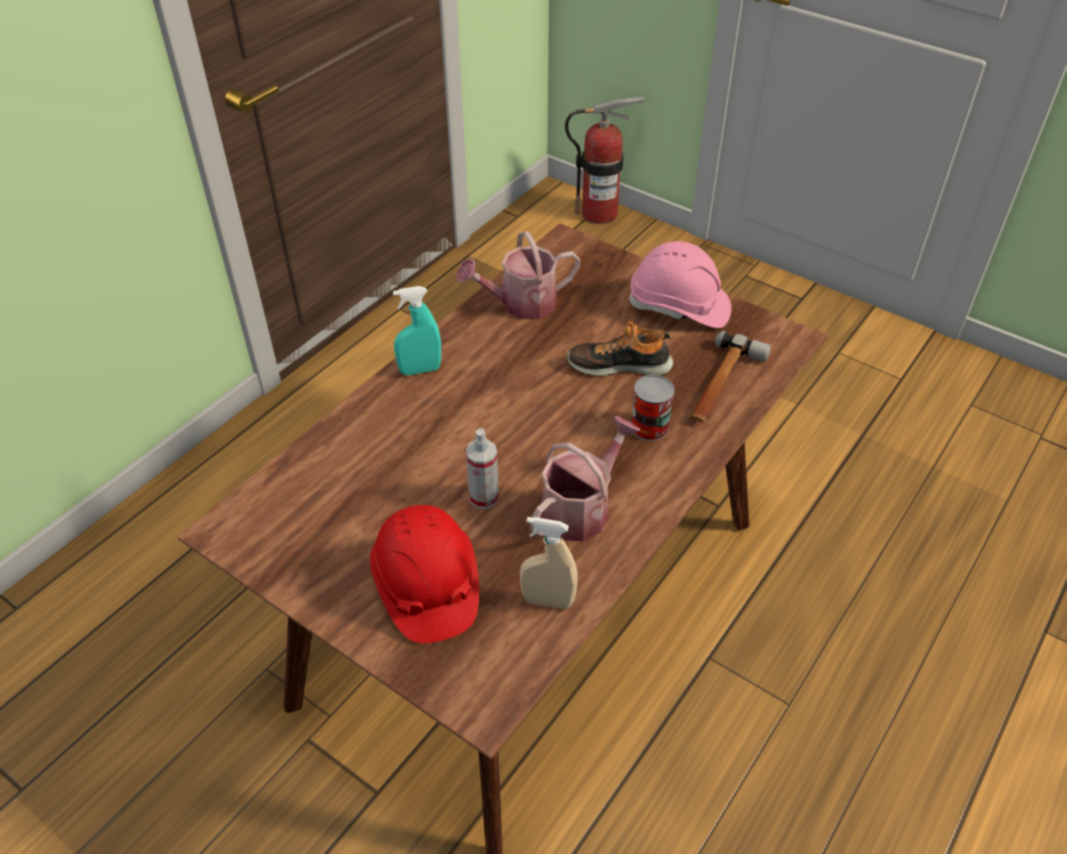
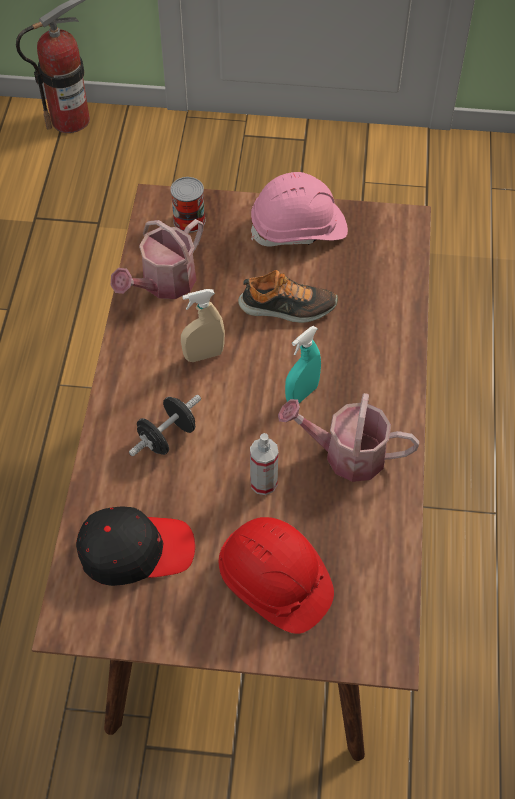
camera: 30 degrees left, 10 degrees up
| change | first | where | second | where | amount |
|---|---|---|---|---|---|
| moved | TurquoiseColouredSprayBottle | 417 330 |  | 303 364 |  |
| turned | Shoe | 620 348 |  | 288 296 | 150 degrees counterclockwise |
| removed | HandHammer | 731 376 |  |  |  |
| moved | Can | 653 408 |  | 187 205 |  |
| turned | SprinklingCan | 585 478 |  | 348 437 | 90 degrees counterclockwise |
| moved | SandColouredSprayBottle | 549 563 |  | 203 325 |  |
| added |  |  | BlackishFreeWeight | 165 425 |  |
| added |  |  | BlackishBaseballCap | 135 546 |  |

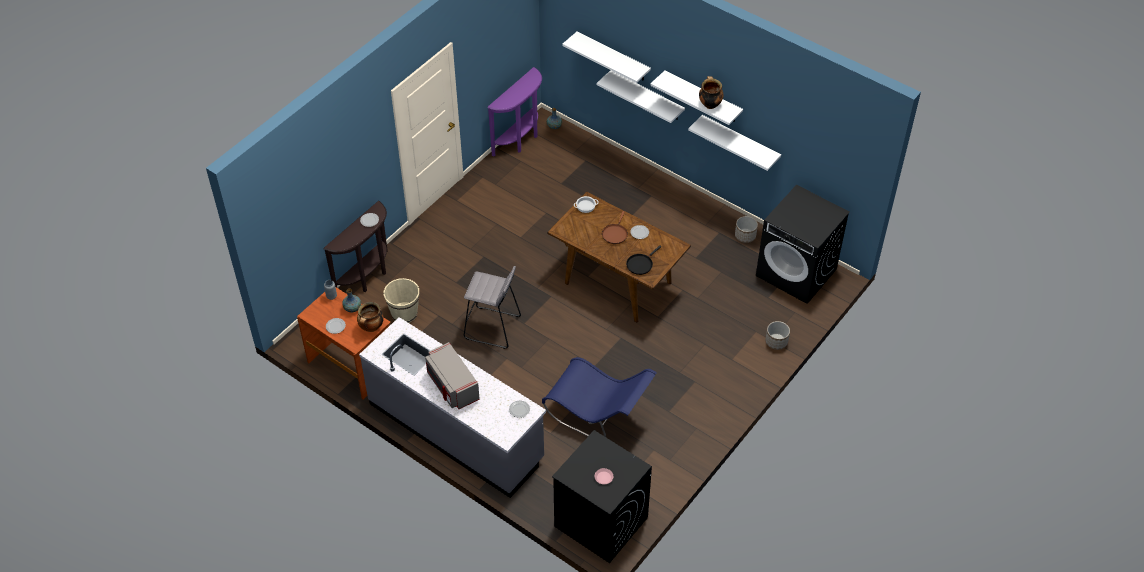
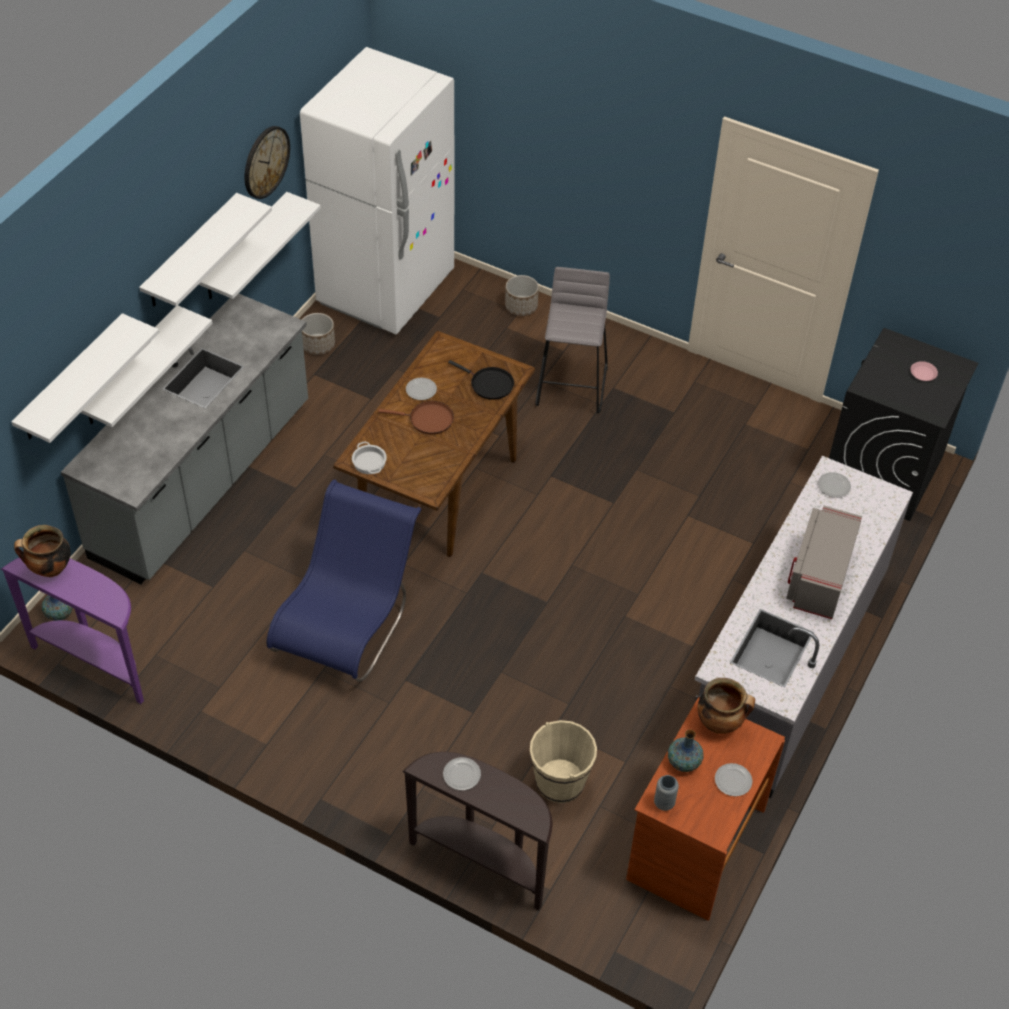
camera: 100 degrees left, 0 degrees up
| change | first | where | second | where | amount |
|---|---|---|---|---|---|
| moved | Stockpot | 711 92 |  | 42 551 |  |
| replaced | BlackishLaundryAppliance | 803 244 | WhiteColouredRefrigerator | 377 190 |  |
| moved | GreyishStool | 492 307 |  | 573 340 |  |
| turned | GreyishMicrowaveOven | 452 375 |  | 824 562 | 150 degrees clockwise |
| moved | BlueColouredChair | 599 397 |  | 343 580 |  |
| added |  |  | WallClock | 267 162 |  |
| added |  |  | GreyishKitchenCounter | 184 438 |  |

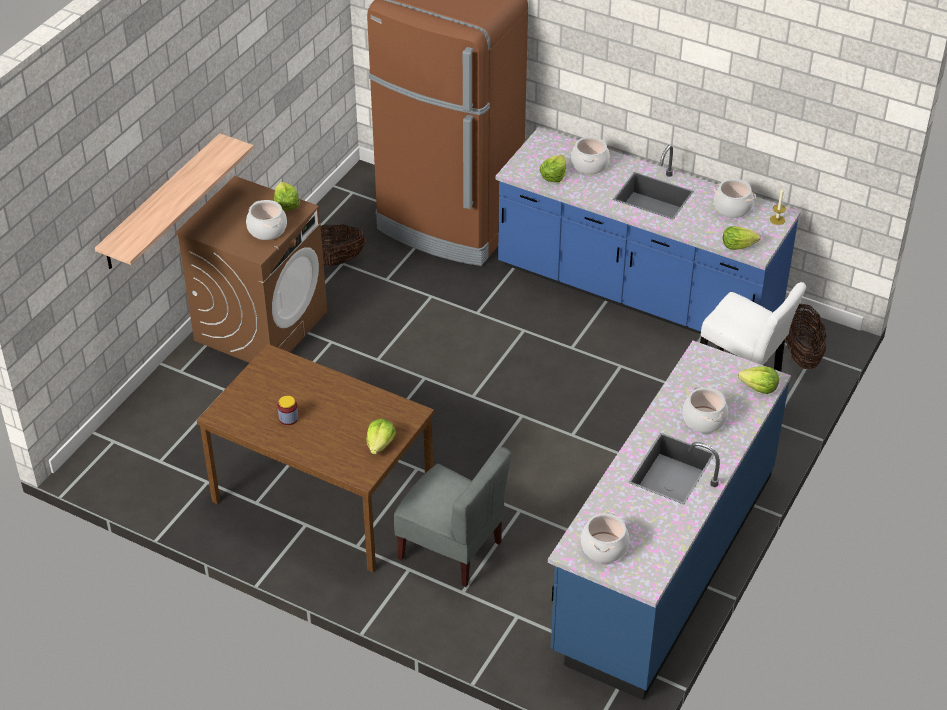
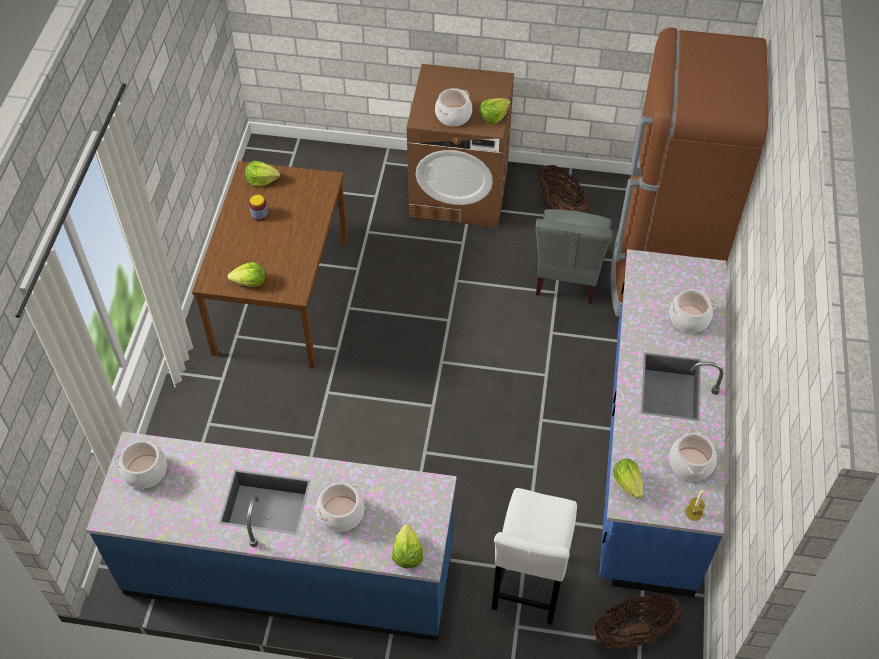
camera: 70 degrees right, 10 degrees up
| change | first | where | second | where | amount |
|---|---|---|---|---|---|
| removed | WallShelf | 174 201 |  |  |  |
| moved | LettuceHead | 553 168 |  | 262 173 |  |
| moved | GreyishChair | 452 517 |  | 574 256 |  |

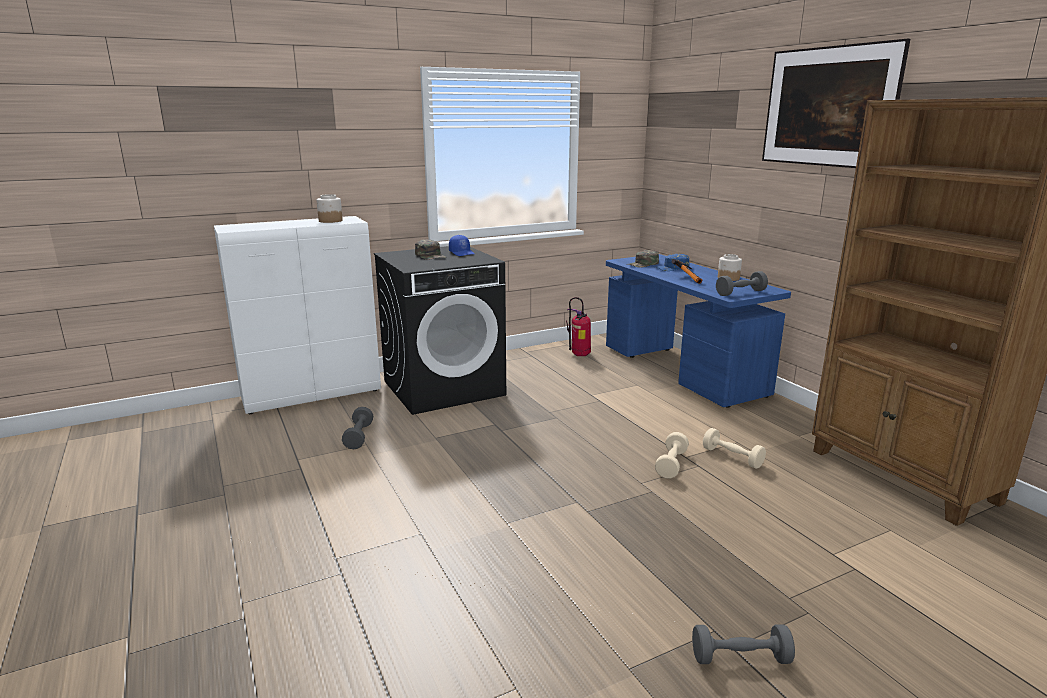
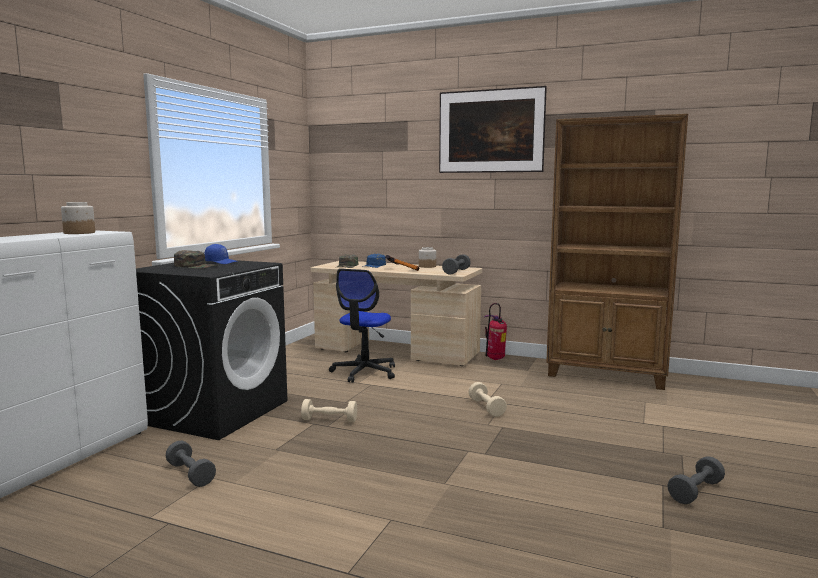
camera: 40 degrees left, 10 degrees down
| change | first | where | second | where | amount |
|---|---|---|---|---|---|
| recoloured | BlueColouredDeskTable | 698 331 | SandColouredDeskTable | 396 313 |  |
| moved | FireExtinguisher | 578 326 |  | 495 331 |  |
| moved | SandColouredFreeWeight | 734 448 |  | 329 410 |  |
| added |  |  | ComputerChair | 362 326 |  |

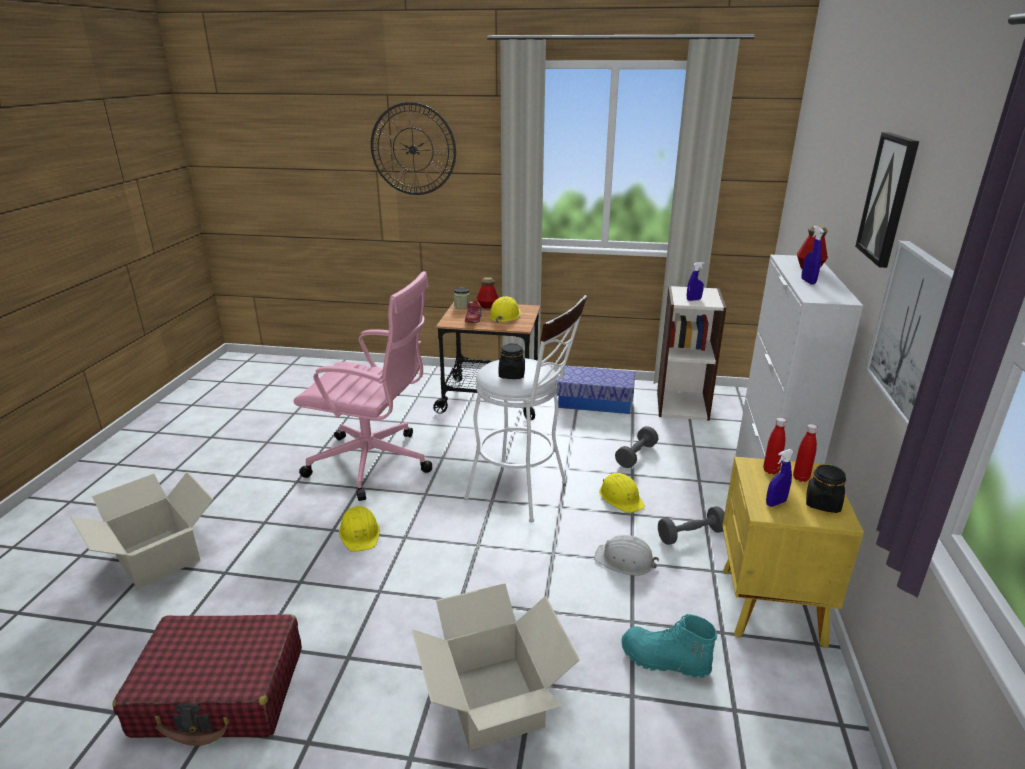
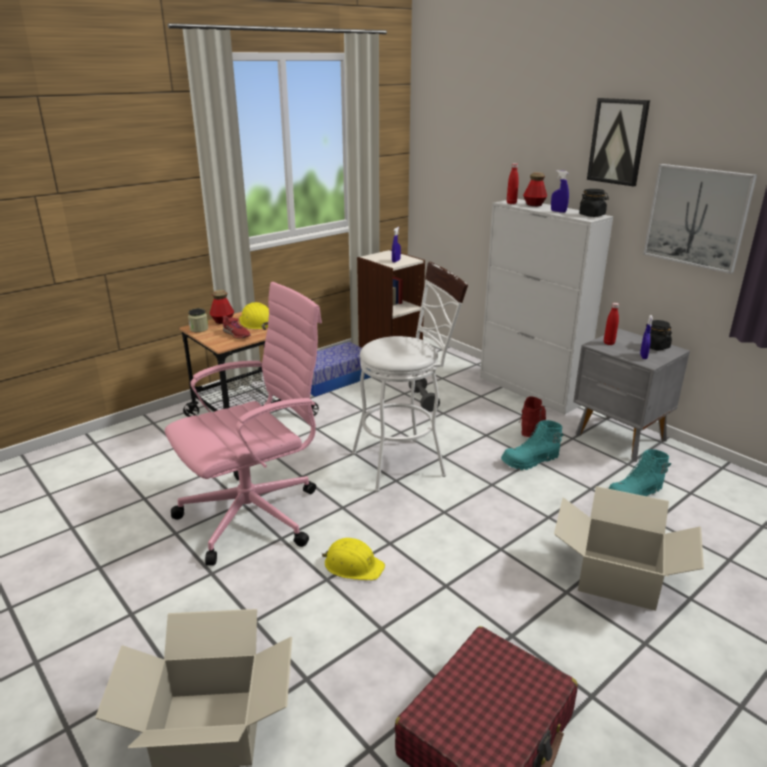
camera: 50 degrees left, 0 degrees up
| change | first | where | second | where | amount |
|---|---|---|---|---|---|
| removed | WallClock | 413 148 |  |  |  |
| moved | BlackishStorageJar | 512 361 |  | 594 203 |  |
| moved | ReddishBeverageBottle | 805 453 |  | 513 183 |  |
| recoloured | YellowishBedsideTable | 793 553 | GreyishBedsideTable | 631 395 |  |
| removed | YellowishWorkHelmet | 622 493 |  |  |  |
| replaced | GreyishFreeWeight | 691 525 | ReddishTallBoot | 532 416 |  |
| replaced | WhiteColouredWorkHelmet | 626 555 | TurquoiseColouredTallBoot | 532 445 |  |

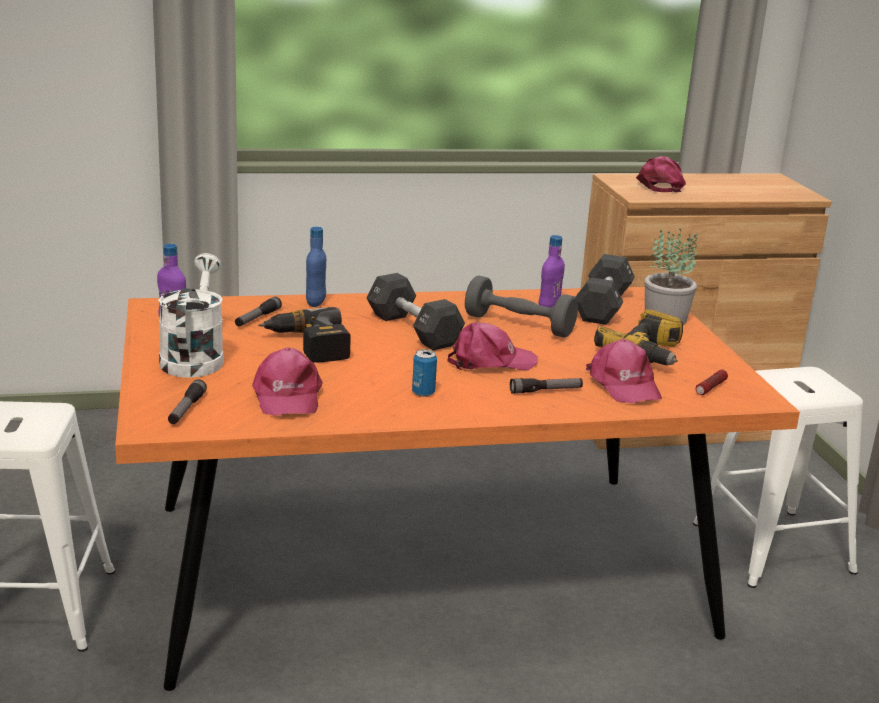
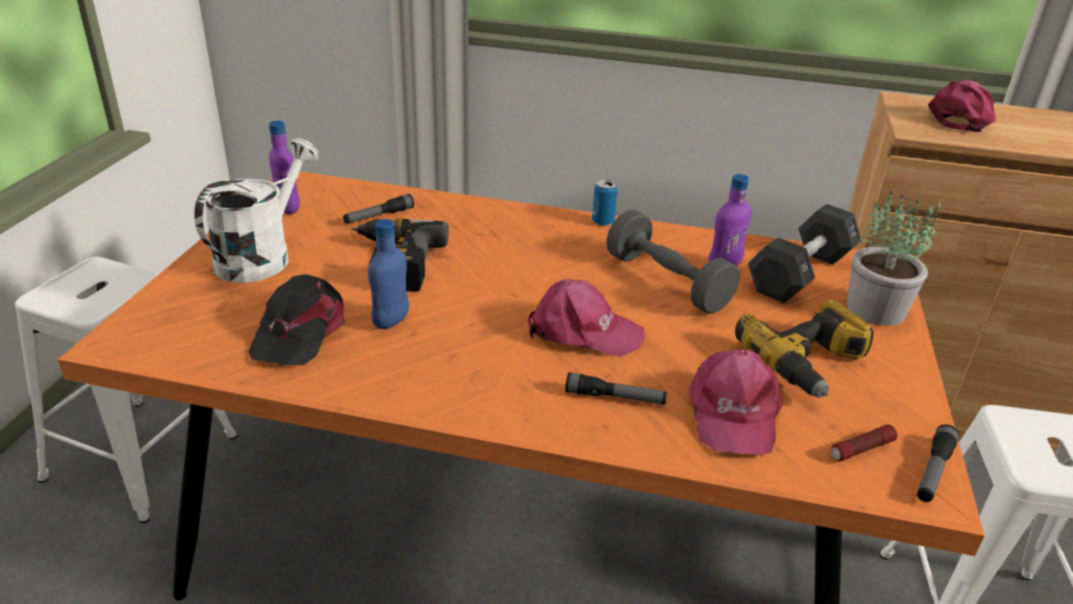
camera: 25 degrees right, 10 degrees up
| change | first | where | second | where | amount |
|---|---|---|---|---|---|
| moved | BlueColouredBeverageBottle | 316 267 |  | 388 274 |  |
| removed | BlackishFreeWeight | 416 311 |  |  |  |
| recoloured | PinkishBaseballCap | 287 381 | BlackishBaseballCap | 297 319 |  |
| moved | Can | 424 373 |  | 605 202 |  |
| moved | Torch | 187 401 |  | 938 463 |  |

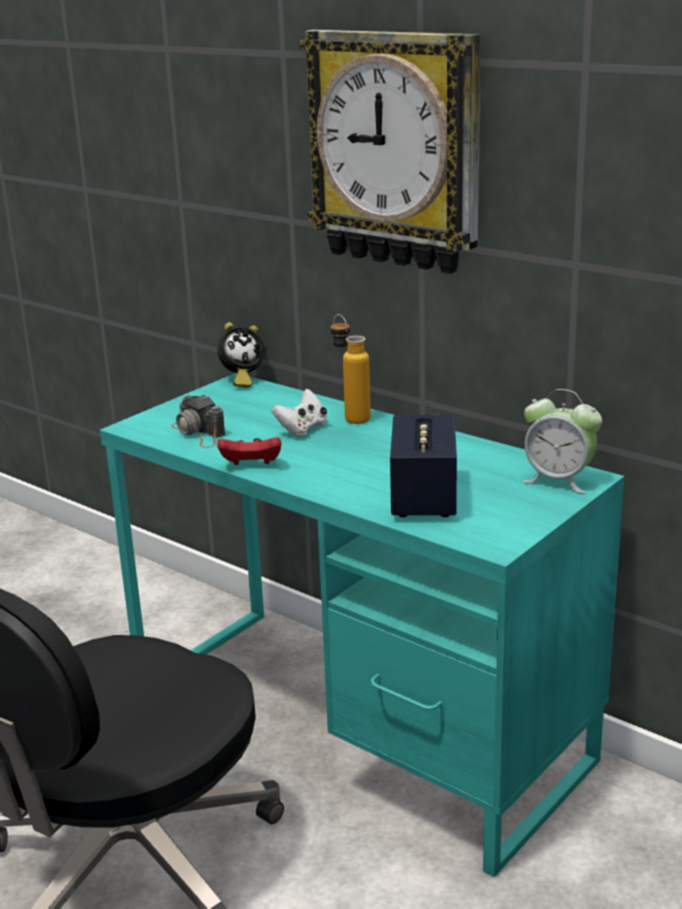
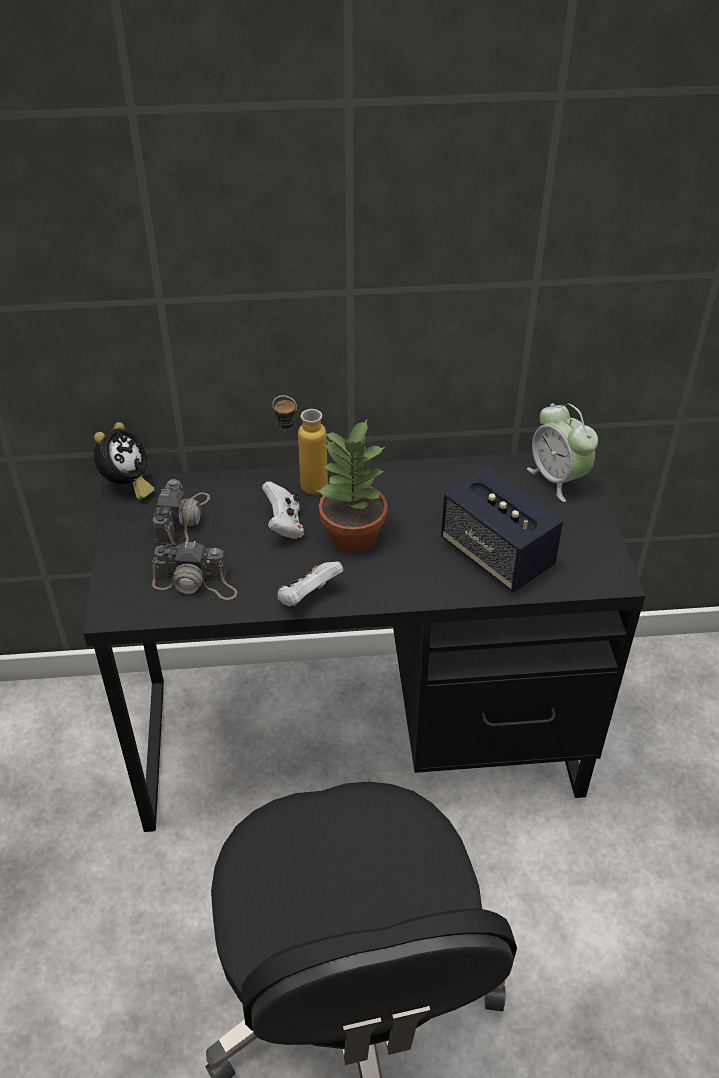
camera: 45 degrees left, 20 degrees up
| change | first | where | second | where | amount |
|---|---|---|---|---|---|
| removed | WallClock | 390 152 |  |  |  |
| recoloured | TurquoiseColouredDeskTable | 362 625 | BlackishDeskTable | 364 642 |  |
| turned | TableClock | 562 441 |  | 562 452 | 75 degrees clockwise |
| recoloured | ReddishGameController | 249 451 | WhiteColouredGameController | 310 583 |  |
| added |  |  | Houseplant | 351 485 |  |
| added |  |  | StillCamera | 181 512 |  |

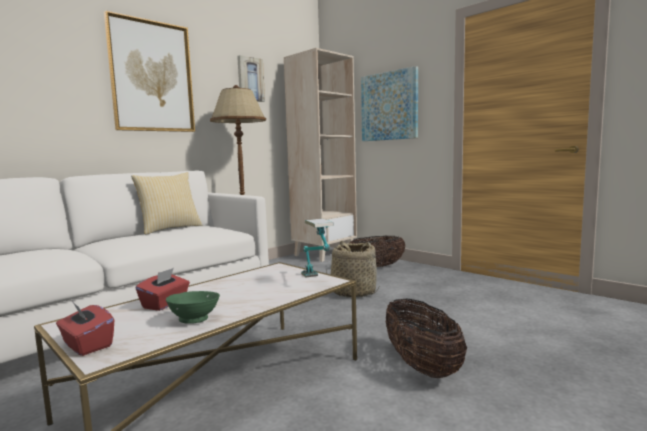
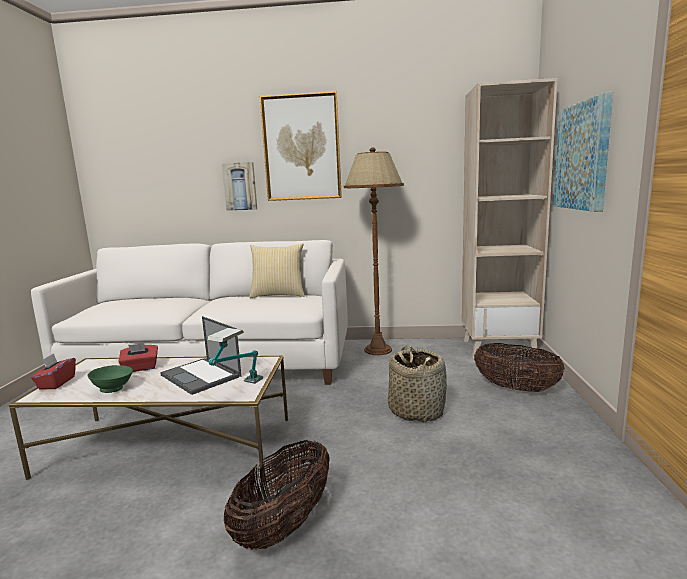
camera: 50 degrees right, 5 degrees up
| change | first | where | second | where | amount |
|---|---|---|---|---|---|
| moved | WallArt | 251 78 |  | 239 186 |  |
| added |  |  | PortableComputer | 201 355 |  |

